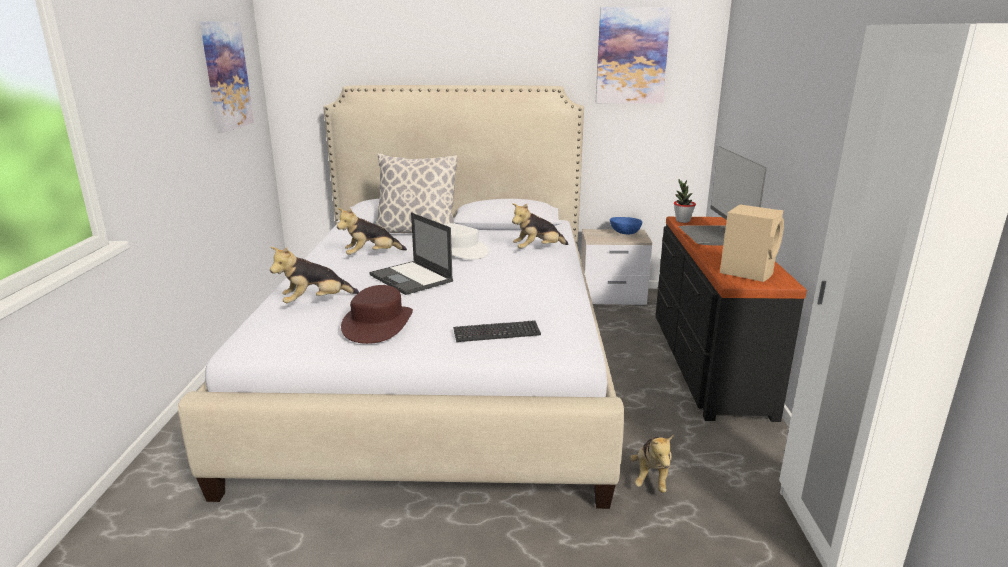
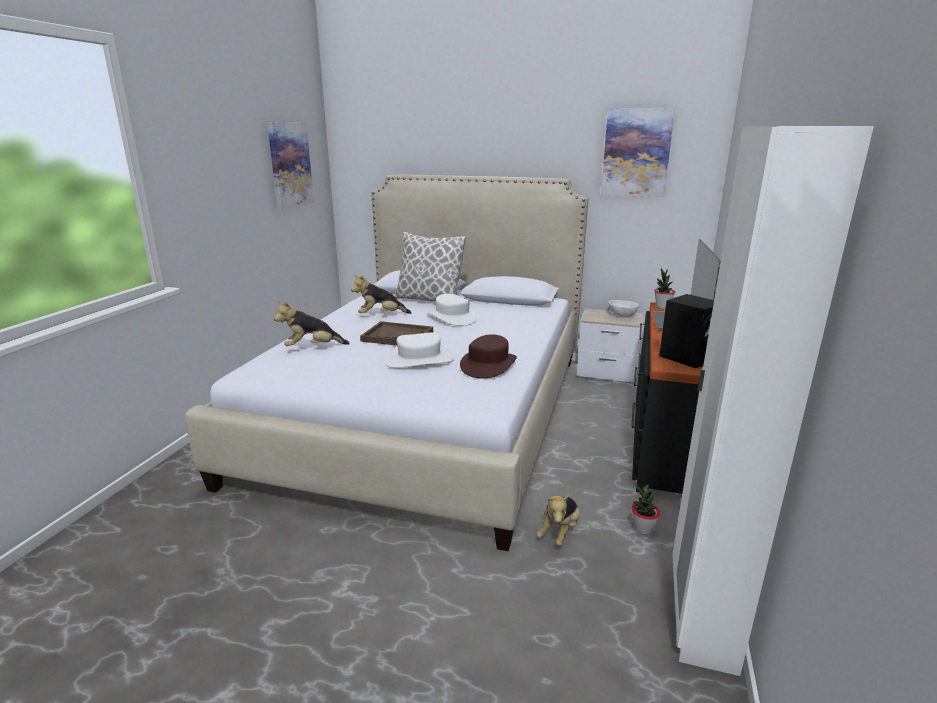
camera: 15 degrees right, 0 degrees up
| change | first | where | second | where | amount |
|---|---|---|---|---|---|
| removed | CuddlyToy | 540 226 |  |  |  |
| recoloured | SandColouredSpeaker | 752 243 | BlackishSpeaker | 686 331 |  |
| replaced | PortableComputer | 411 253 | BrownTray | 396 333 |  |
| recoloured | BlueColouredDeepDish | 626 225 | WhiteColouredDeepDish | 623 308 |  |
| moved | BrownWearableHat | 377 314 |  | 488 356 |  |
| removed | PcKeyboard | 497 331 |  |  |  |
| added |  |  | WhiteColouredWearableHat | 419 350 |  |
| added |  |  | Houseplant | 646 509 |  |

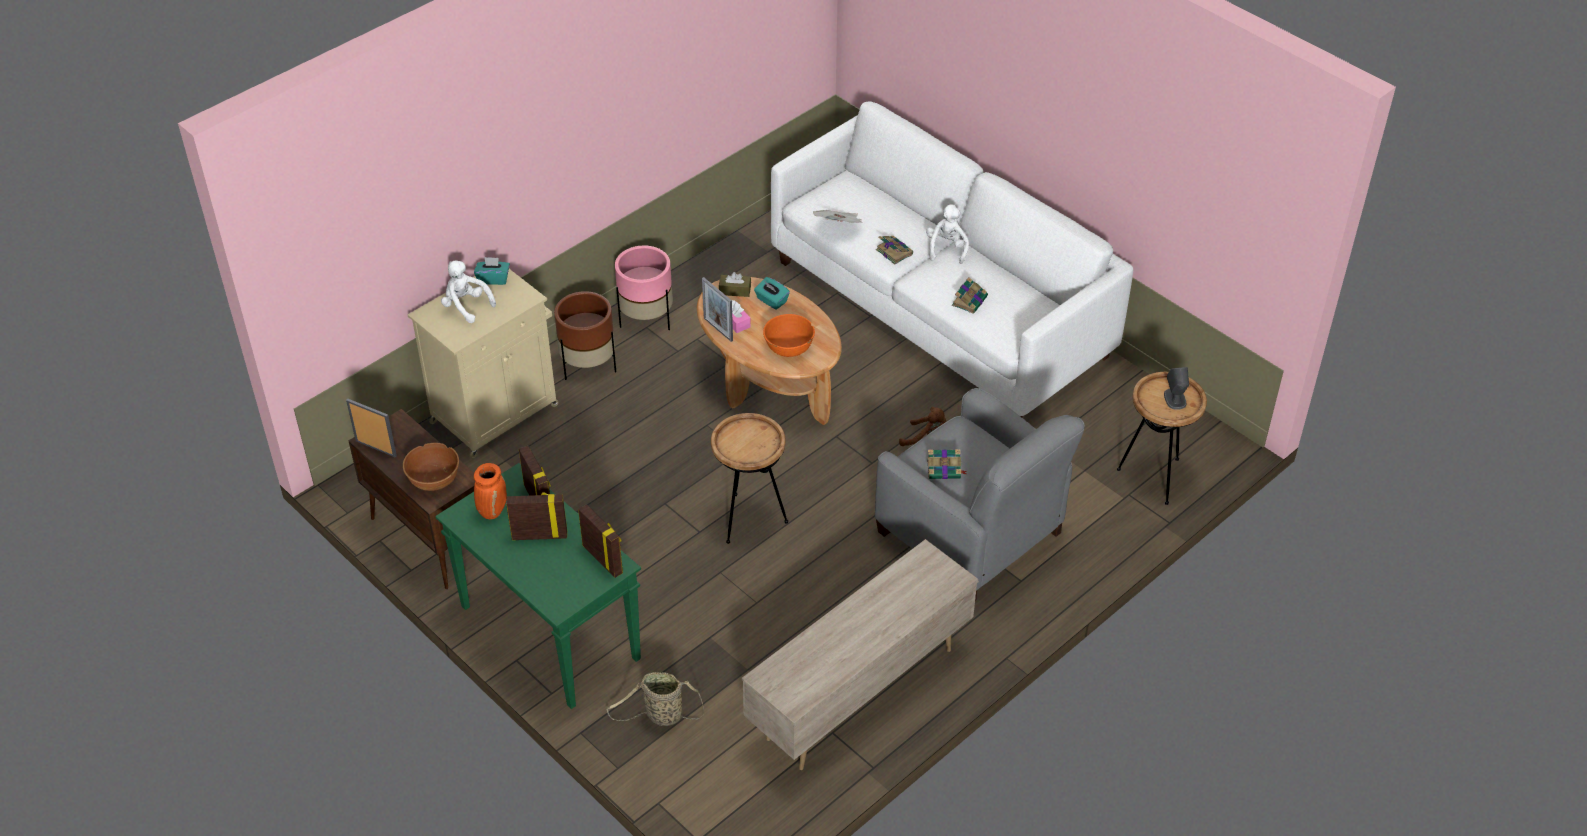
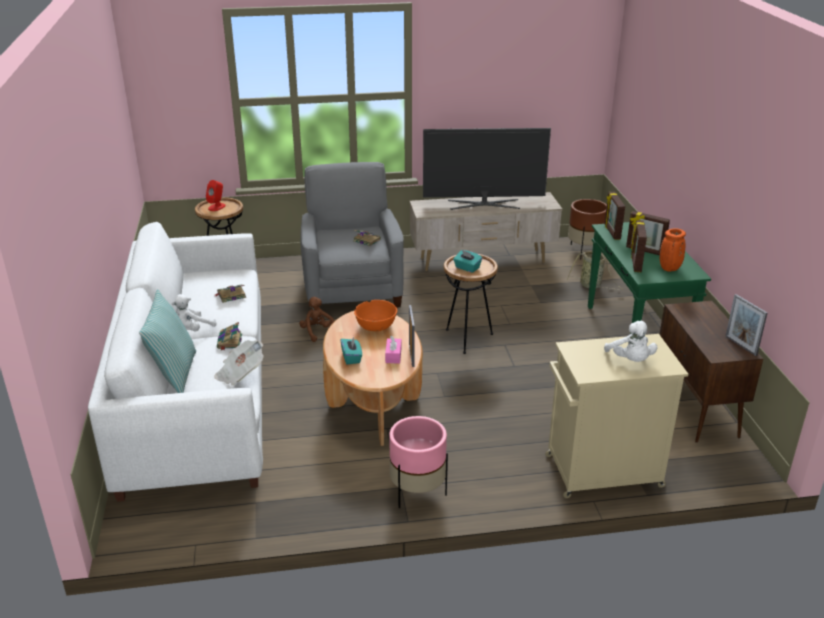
camera: 145 degrees left, 15 degrees down
| change | first | where | second | where | amount |
|---|---|---|---|---|---|
| moved | TurquoiseColouredTissueBox | 492 271 |  | 467 261 |  |
| removed | BrownTissueBox | 735 284 |  |  |  |
| moved | BrownPlantPot | 585 335 |  | 587 229 |  |
| recoloured | GreyishSpeaker | 1176 388 | ReddishSpeaker | 216 195 |  |
| removed | BrownDeepDish | 431 467 |  |  |  |
| added |  |  | Television | 487 169 |  |
| added |  |  | Cushion | 167 341 |  |

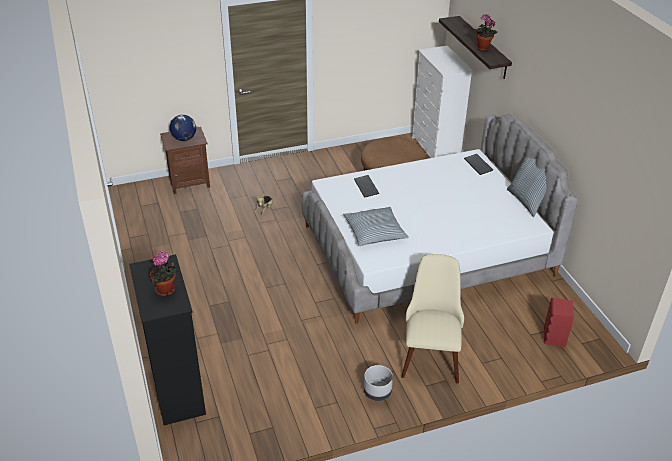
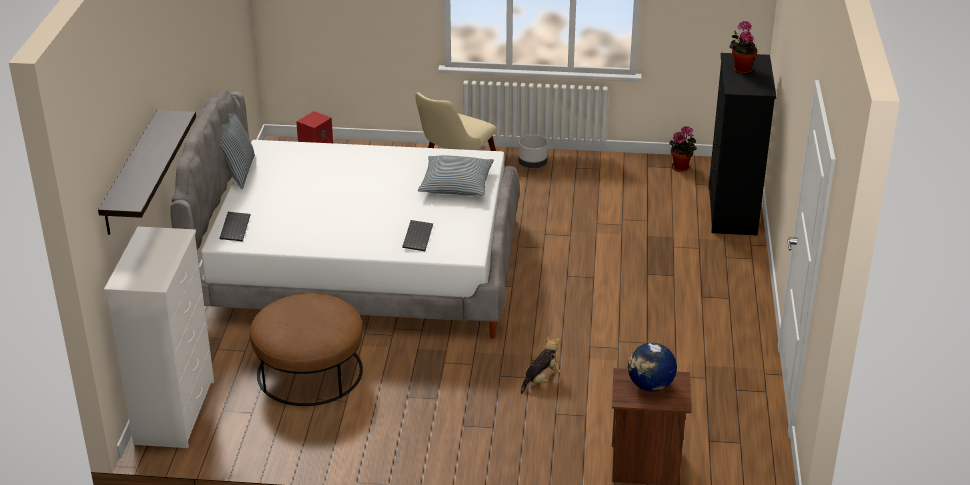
camera: 155 degrees left, 5 degrees down
| change | first | where | second | where | amount |
|---|---|---|---|---|---|
| moved | Houseplant | 486 32 |  | 683 149 |  |

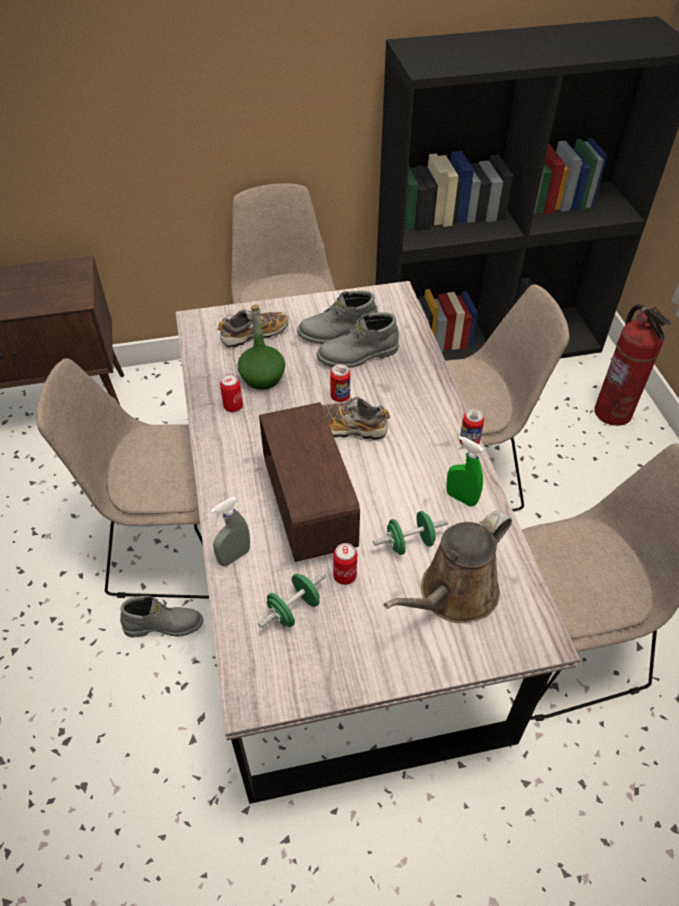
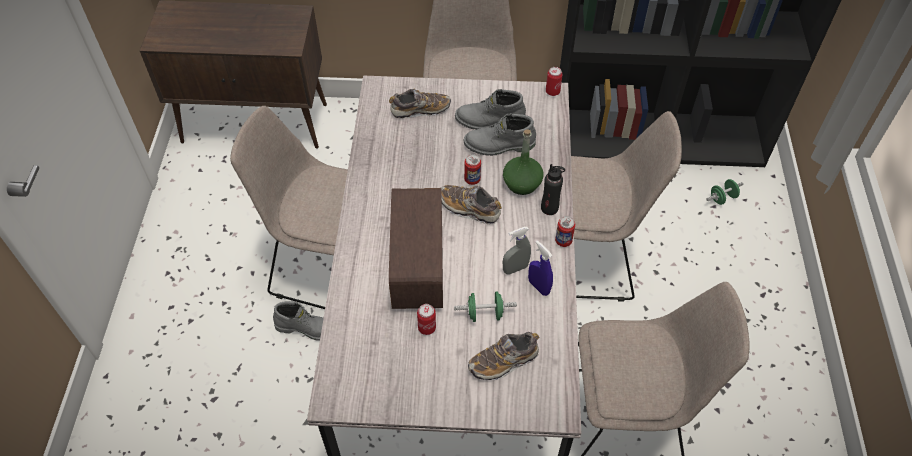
camera: 15 degrees right, 5 degrees up
| change | first | where | second | where | amount |
|---|---|---|---|---|---|
| moved | GreenColouredBeverageBottle | 261 347 |  | 523 162 |  |
| removed | FireExtinguisher | 632 365 |  |  |  |
| moved | Can | 231 393 |  | 554 81 |  |
| recoloured | GreenColouredSprayBottle | 465 471 | BlueColouredSprayBottle | 540 268 |  |
| moved | GreyishSprayBottle | 230 531 |  | 517 250 |  |
| replaced | BrownSprinklingCan | 447 566 | Shoe | 503 356 |  |
| moved | GreenColouredFreeWeight | 292 600 |  | 724 192 |  |
| added |  |  | BlackishBeverageBottle | 553 189 |  |

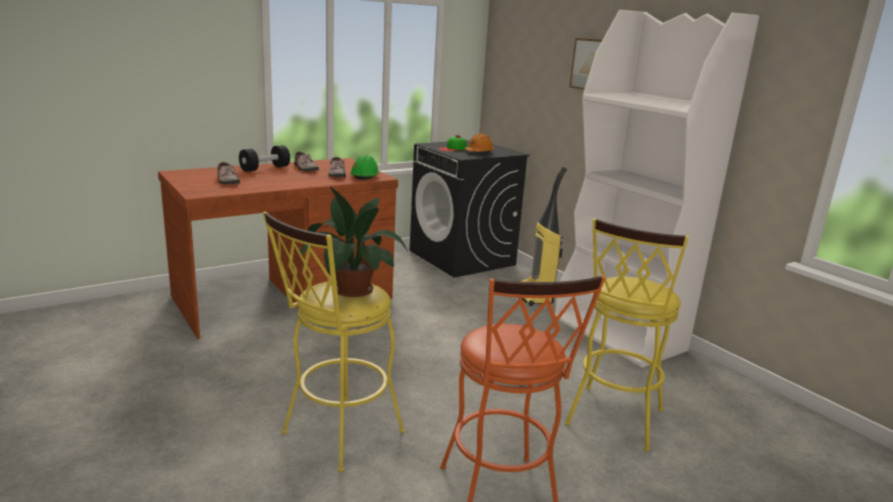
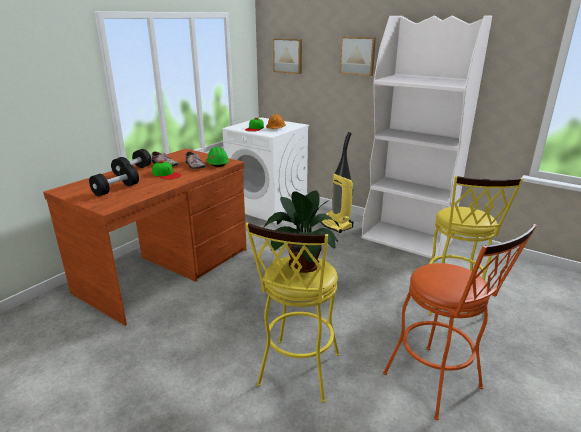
camera: 20 degrees left, 5 degrees up
| change | first | where | second | where | amount |
|---|---|---|---|---|---|
| recoloured | BlackishLaundryAppliance | 469 209 | WhiteColouredLaundryAppliance | 265 170 |  |
| replaced | Shoe | 228 173 | BlackishFreeWeight | 114 180 |  |
| added |  |  | WallArt | 287 56 |  |
| added |  |  | BaseballCap | 167 170 |  |

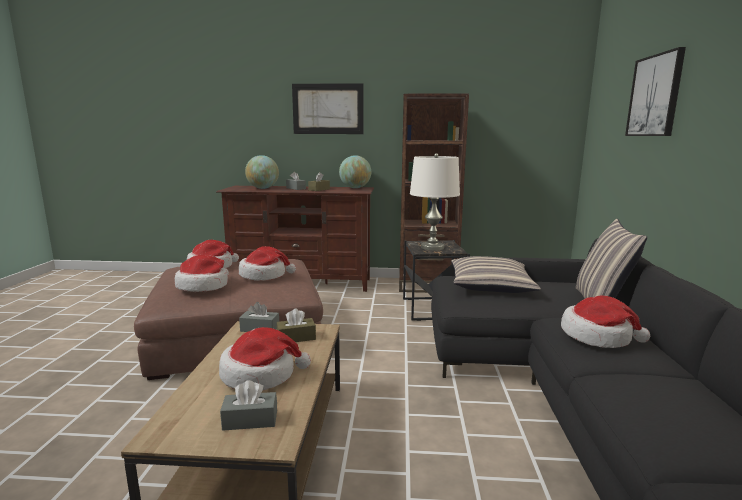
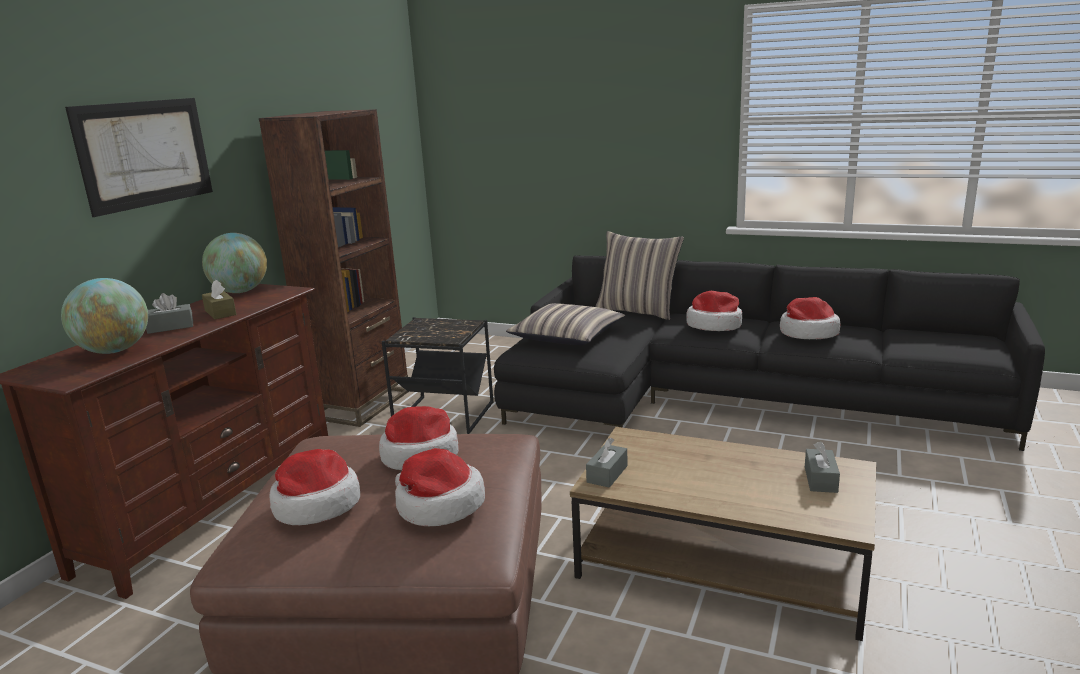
camera: 70 degrees left, 5 degrees up
| change | first | where | second | where | amount |
|---|---|---|---|---|---|
| removed | WallArt | 655 91 |  |  |  |
| removed | WhiteColouredLampForATable | 435 202 |  |  |  |
| removed | BrownTissueBox | 296 325 |  |  |  |
| moved | WearableHat | 265 358 |  | 810 318 |  |

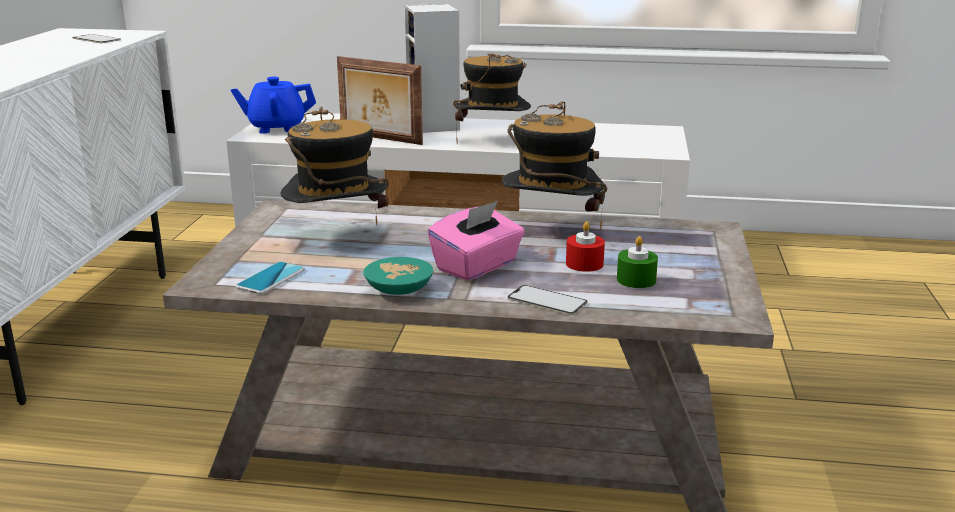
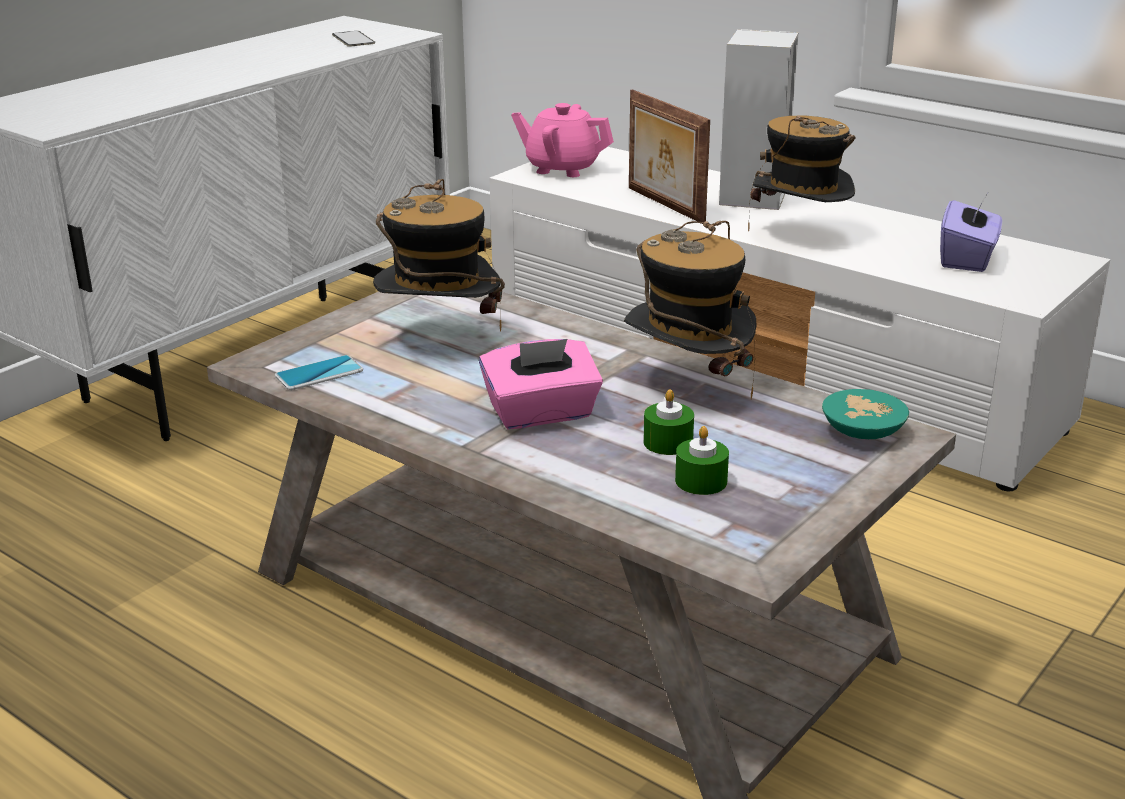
camera: 30 degrees right, 5 degrees up
| change | first | where | second | where | amount |
|---|---|---|---|---|---|
| recoloured | BlueColouredPotForTea | 273 105 | PinkishPotForTea | 562 140 |  |
| recoloured | ReddishWaxLight | 585 247 | GreenColouredWaxLight | 668 422 |  |
| moved | TurquoiseColouredDeepDish | 398 276 |  | 865 414 |  |
| removed | Handset | 547 300 |  |  |  |
| added |  |  | PurpleTissueBox | 971 232 |  |

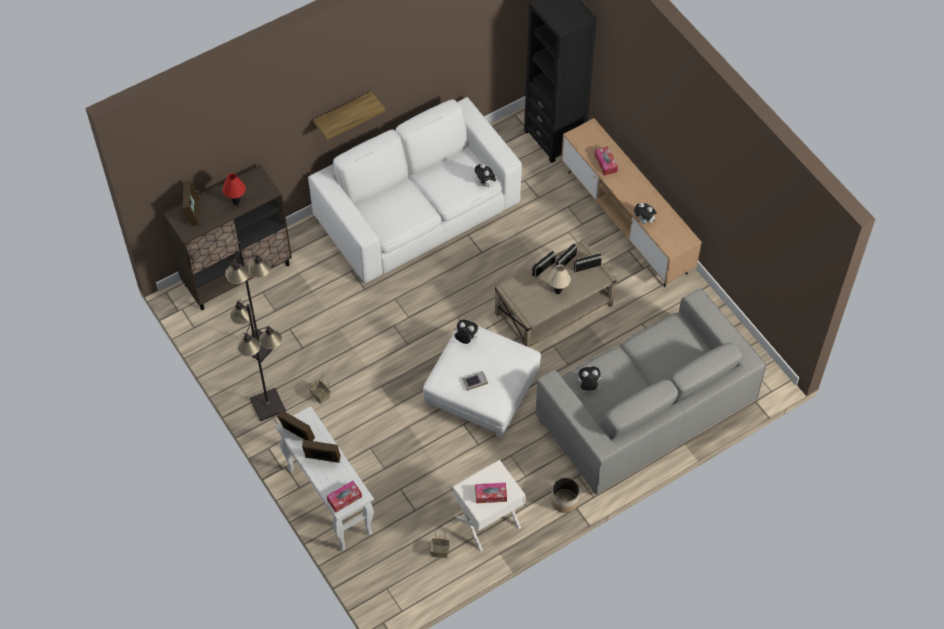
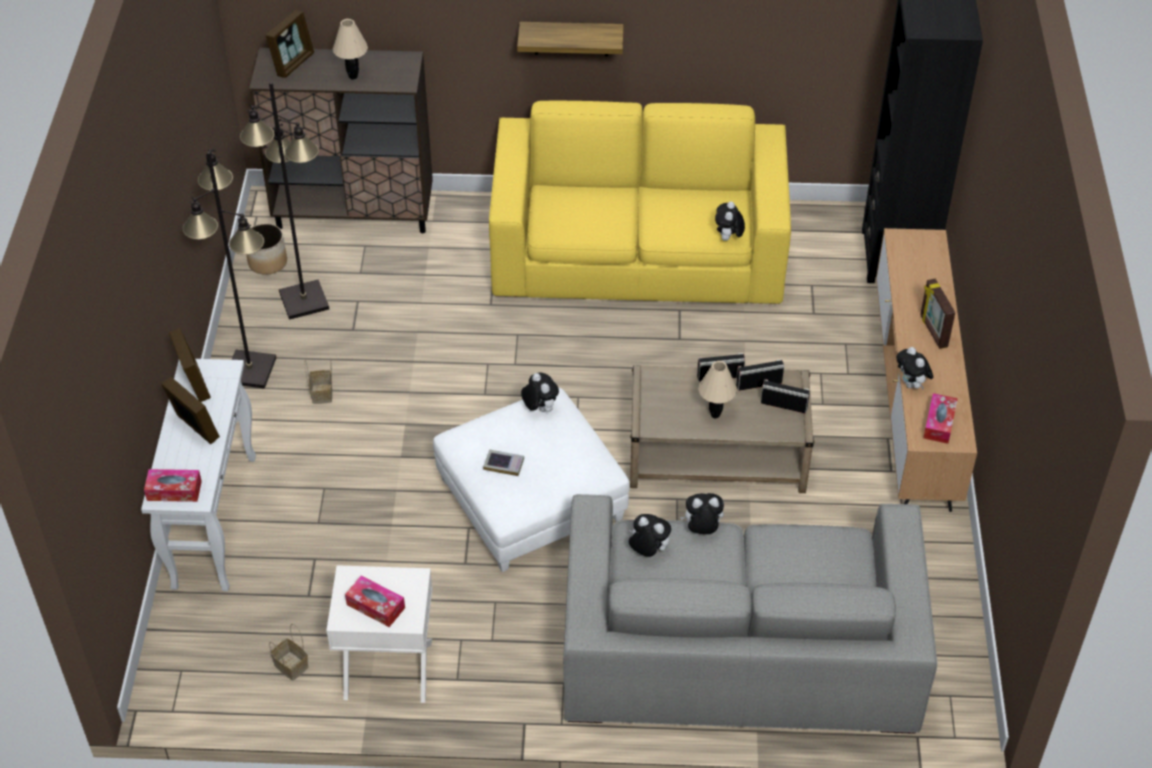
camera: 35 degrees right, 10 degrees down
| change | first | where | second | where | amount |
|---|---|---|---|---|---|
| recoloured | WhiteColouredCouch | 415 190 | YellowishCouch | 640 202 |  |
| moved | TissueBox | 606 161 |  | 940 418 |  |
| recoloured | ReddishLampForATable | 234 189 | SandColouredLampForATable | 350 49 |  |
| moved | PlantPot | 565 495 |  | 267 249 |  |
| added |  |  | StandingFrame | 937 314 |  |
| added |  |  | CuddlyToy | 702 513 |  |

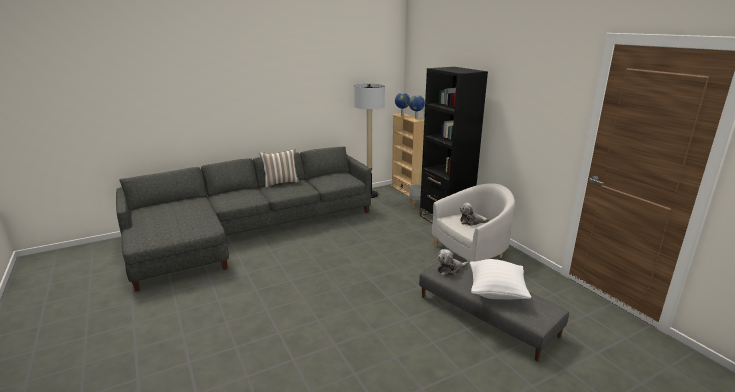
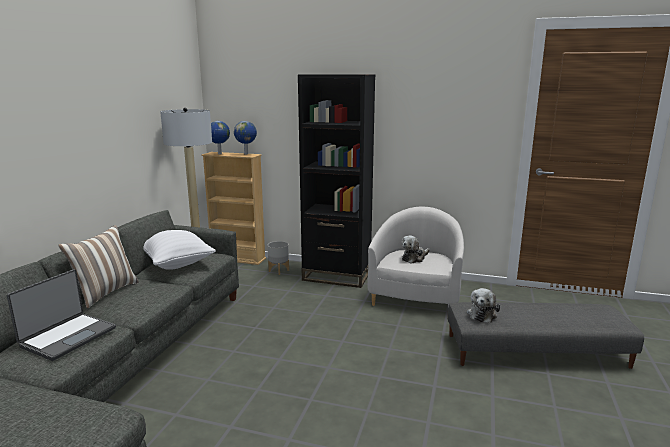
camera: 45 degrees left, 5 degrees down
| change | first | where | second | where | amount |
|---|---|---|---|---|---|
| moved | WhiteColouredCushion | 500 279 |  | 179 250 |  |
| added |  |  | PortableComputer | 61 315 |  |

